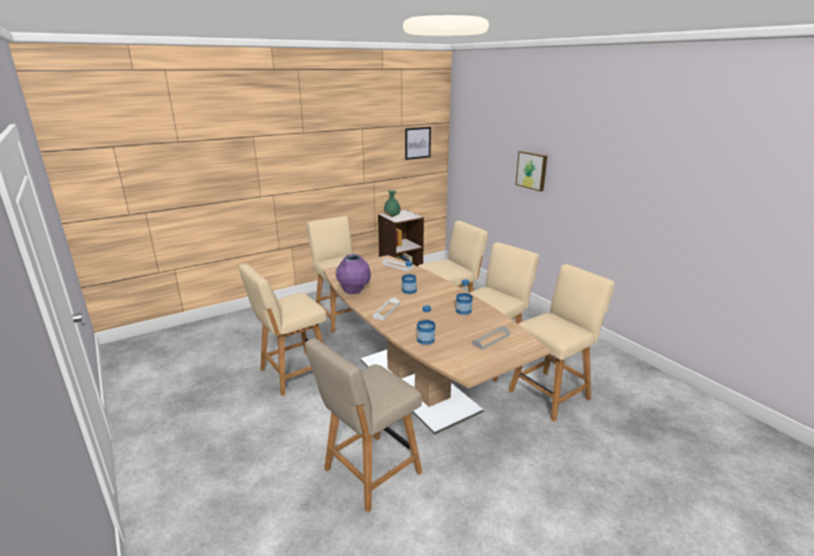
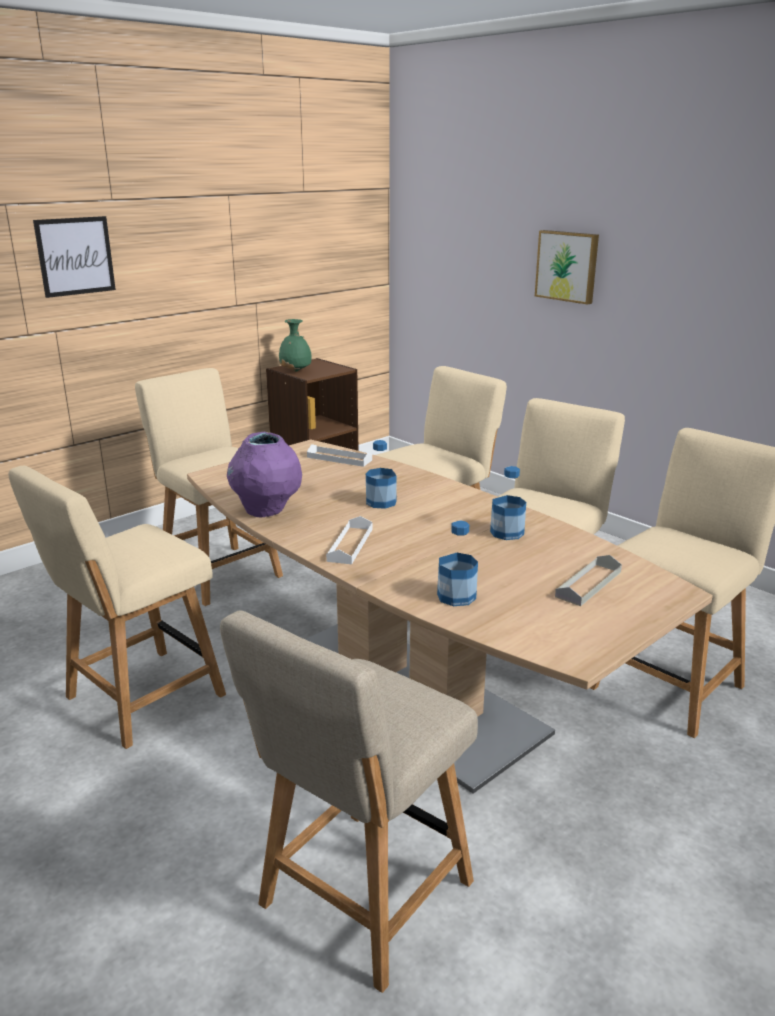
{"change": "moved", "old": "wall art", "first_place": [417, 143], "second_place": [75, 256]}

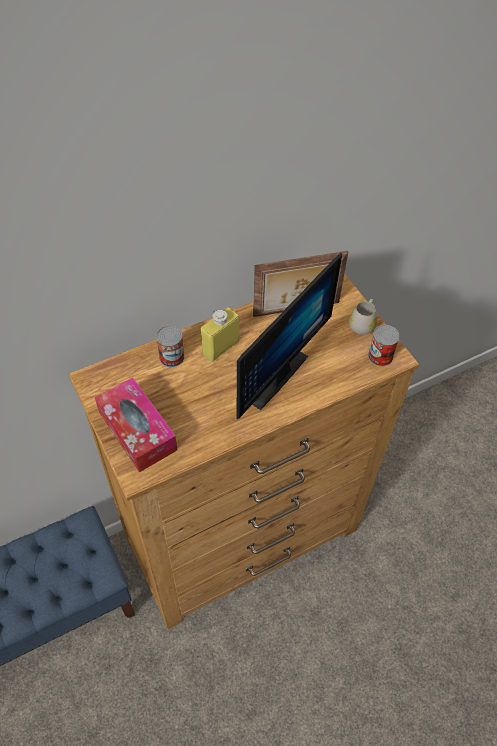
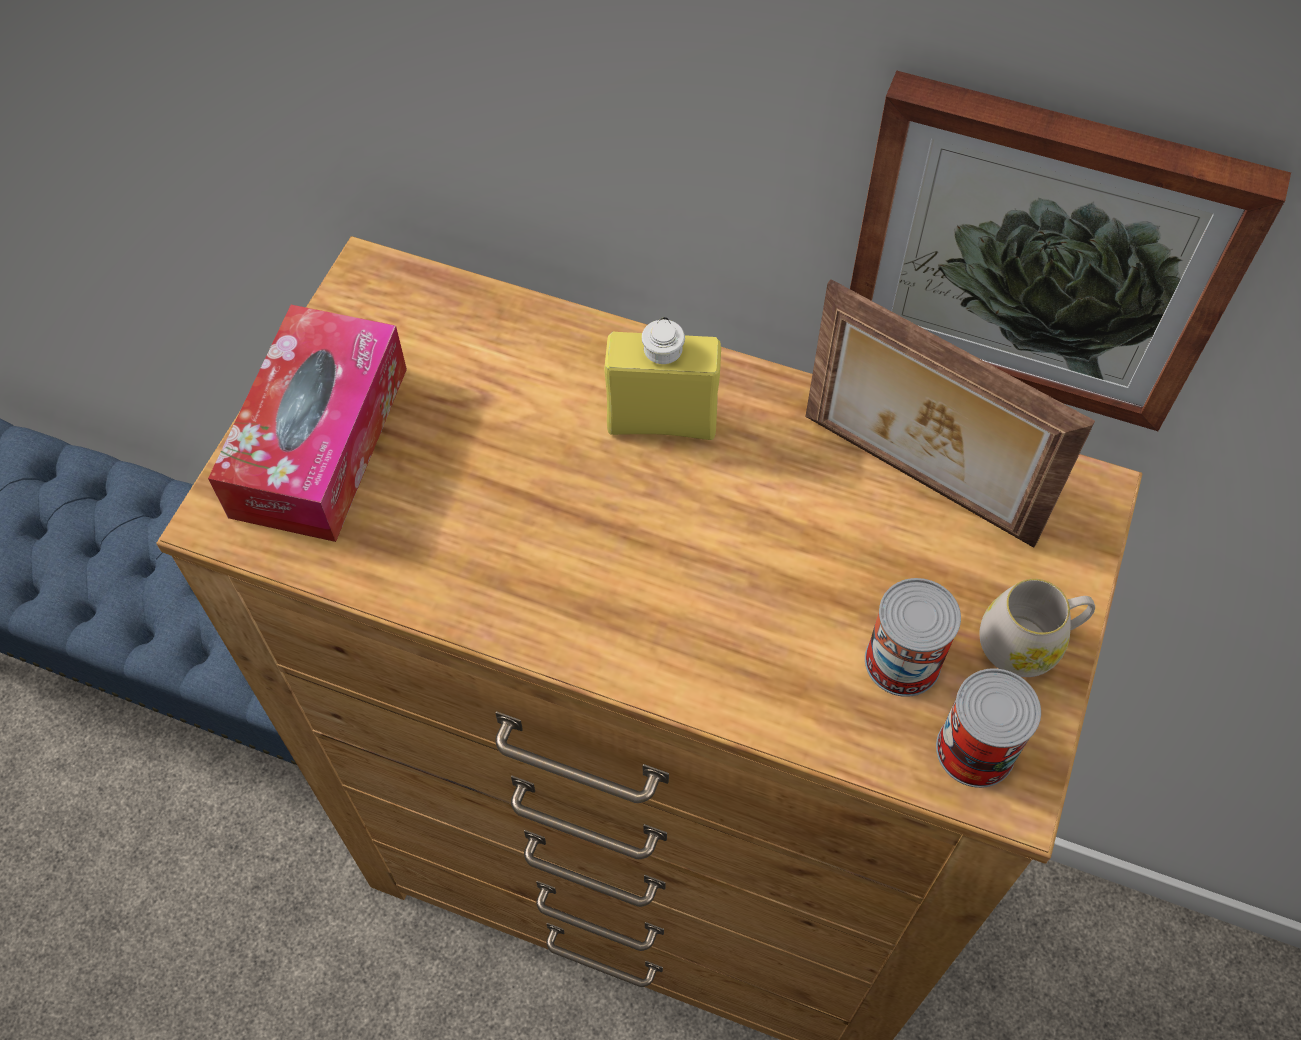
{"change": "moved", "old": "can", "first_place": [171, 357], "second_place": [902, 661]}
{"change": "removed", "old": "computer display", "first_place": [271, 374]}
{"change": "added", "new": "wall art", "second_place": [1041, 252]}

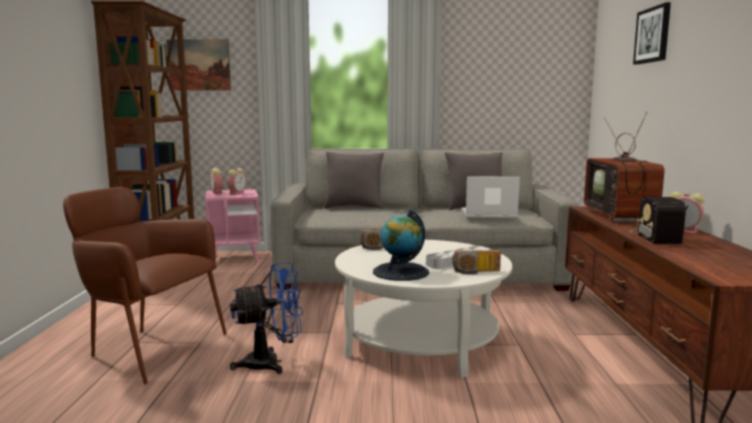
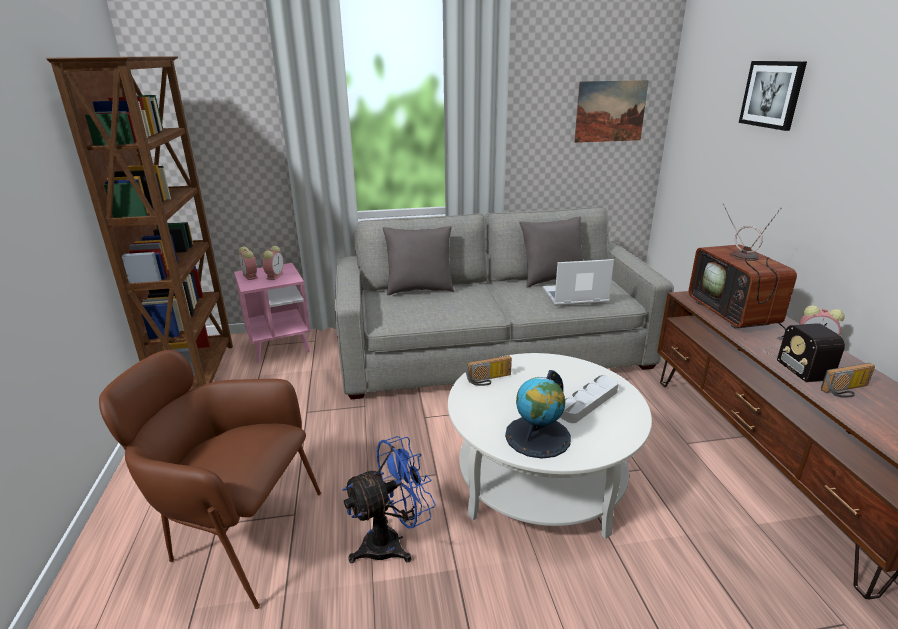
{"change": "moved", "old": "wall art", "first_place": [199, 65], "second_place": [610, 111]}
{"change": "moved", "old": "radio receiver", "first_place": [476, 272], "second_place": [847, 391]}

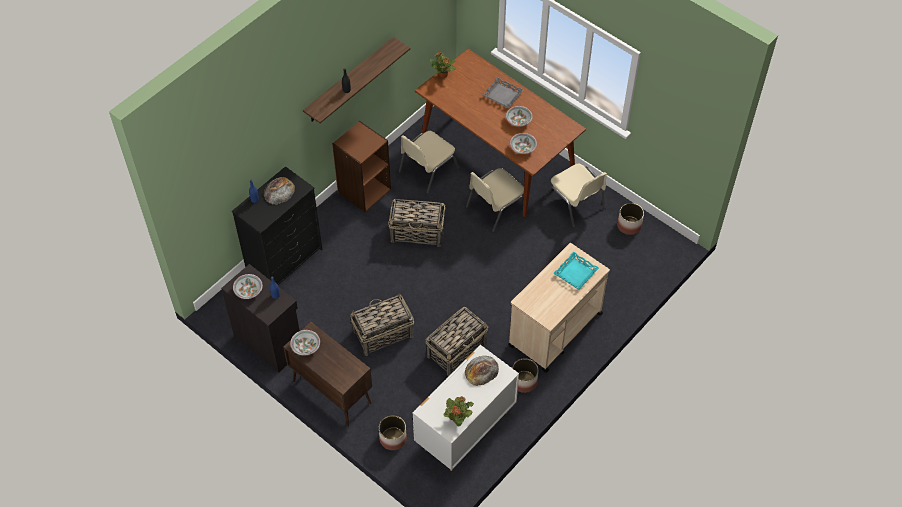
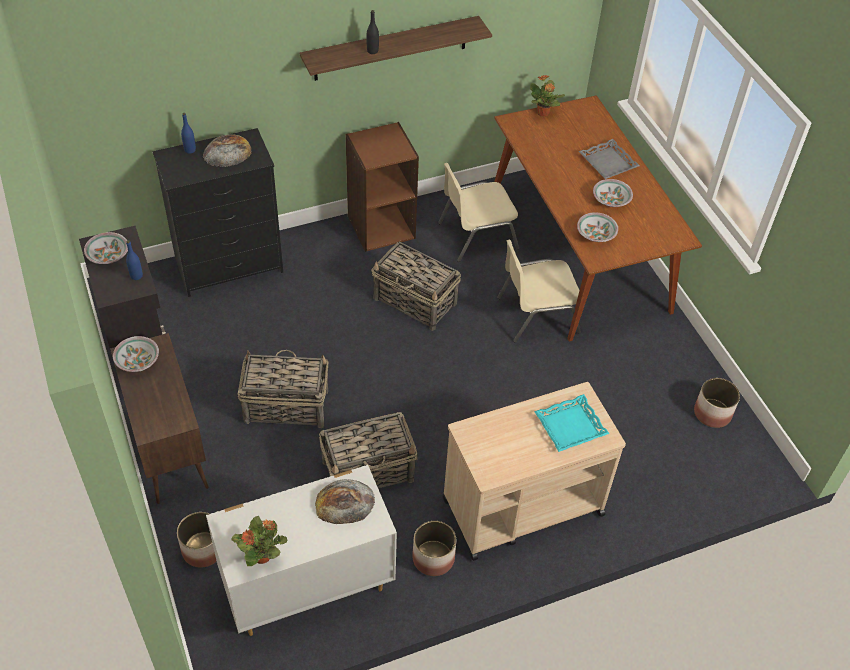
{"change": "removed", "old": "sand-coloured plain chair", "first_place": [575, 204]}

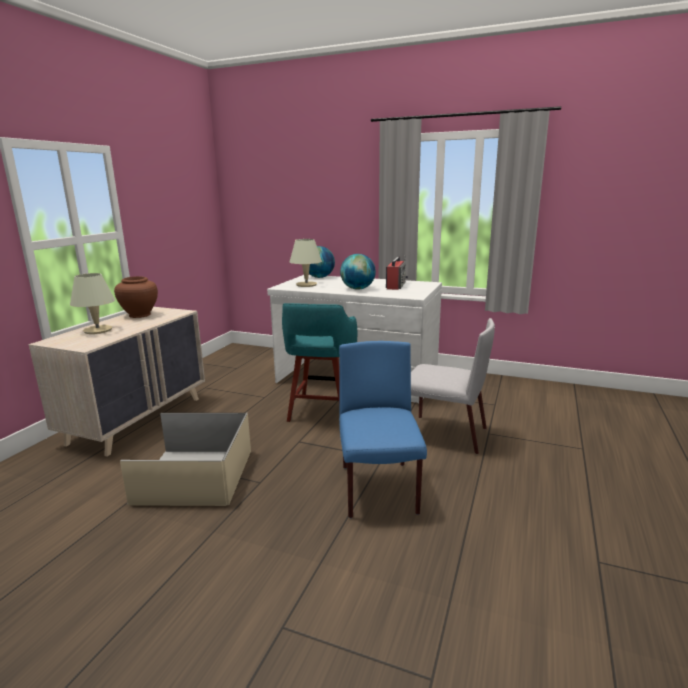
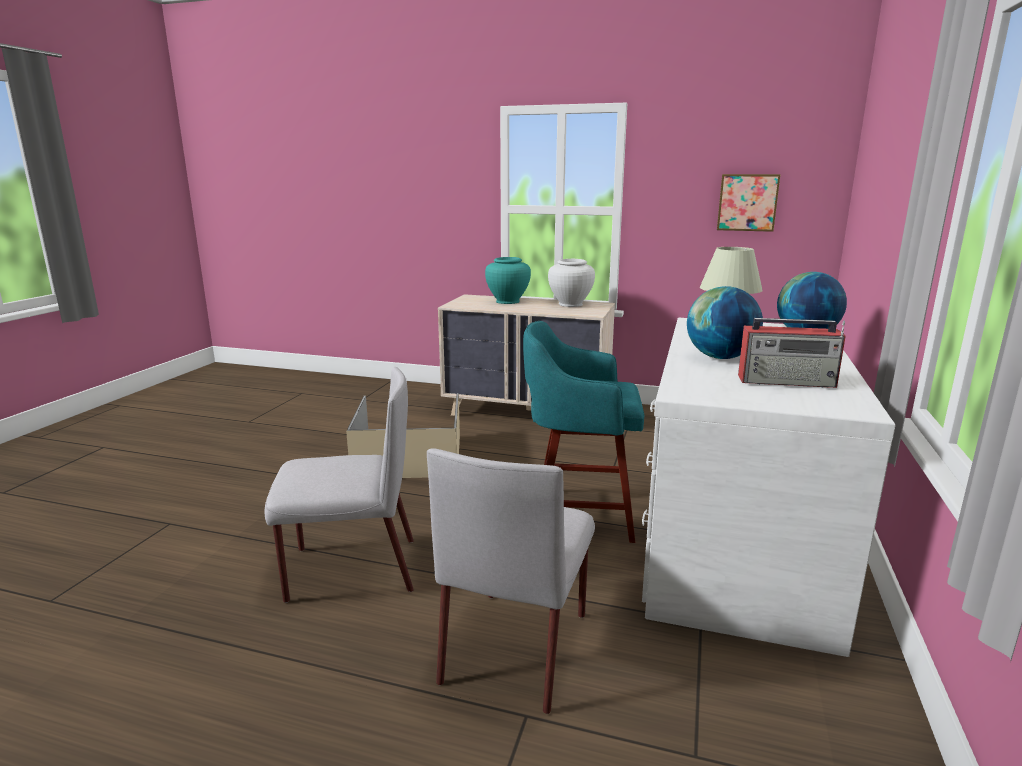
{"change": "replaced", "old": "sand-coloured tabletop lamp", "new": "blue-green flower vase", "first_place": [98, 330], "second_place": [507, 301]}
{"change": "recoloured", "old": "brown flower vase", "new": "white flower vase", "first_place": [140, 315], "second_place": [570, 304]}
{"change": "recoloured", "old": "blue-coloured plain chair", "new": "grey plain chair", "first_place": [379, 490], "second_place": [350, 570]}
{"change": "added", "new": "wall art", "second_place": [747, 202]}

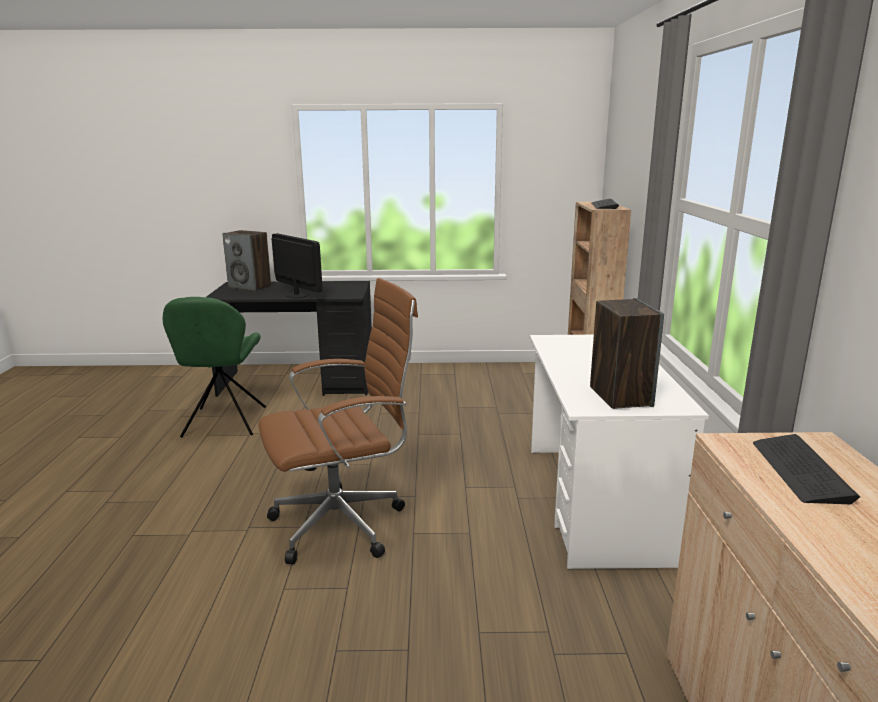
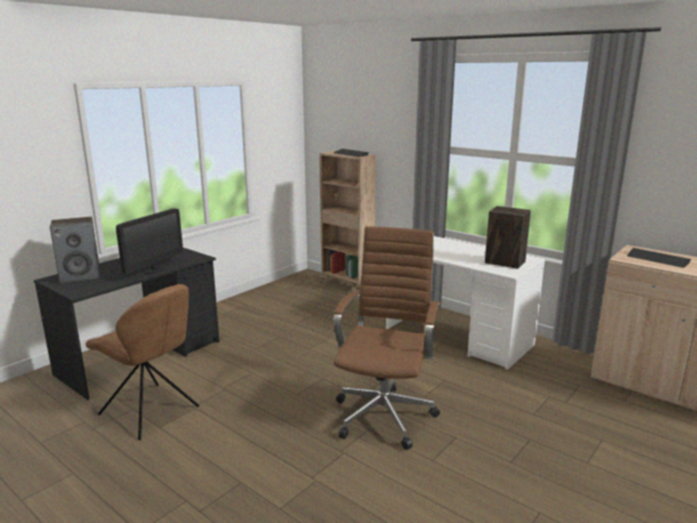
{"change": "recoloured", "old": "green plain chair", "new": "brown plain chair", "first_place": [224, 423], "second_place": [151, 412]}
{"change": "turned", "old": "computer display", "first_place": [296, 295], "second_place": [153, 270], "degrees": 120}

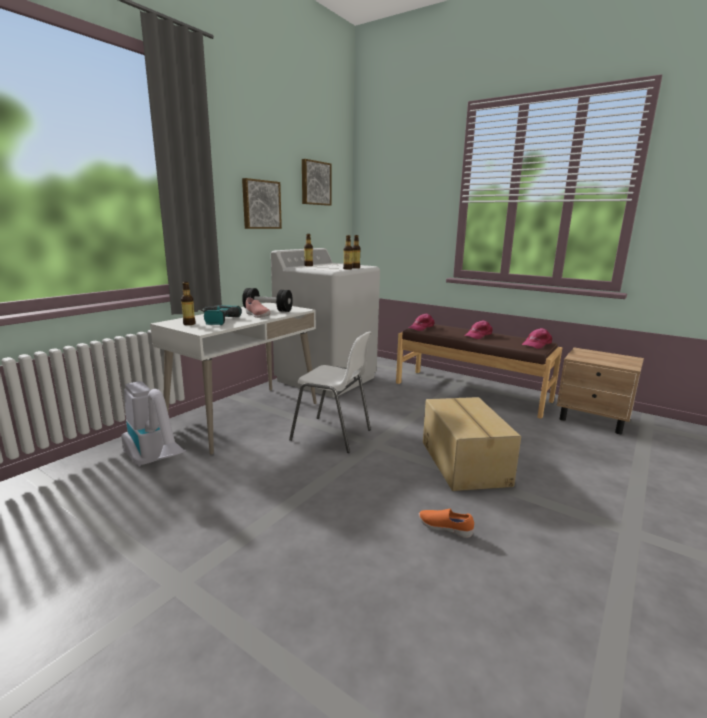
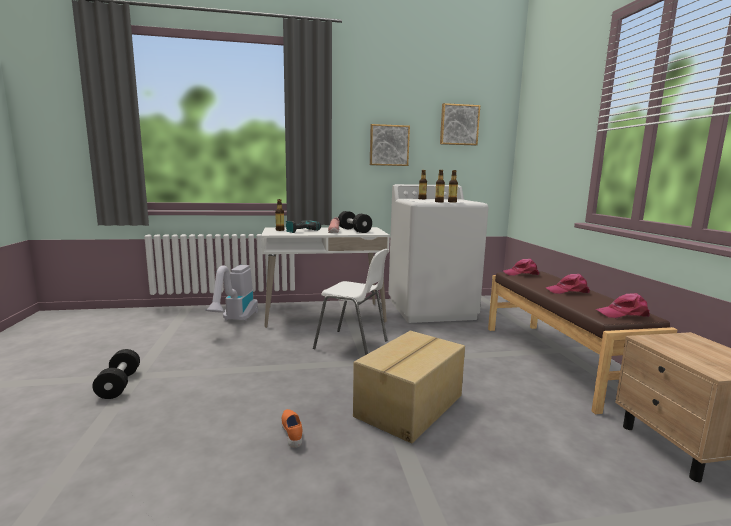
{"change": "turned", "old": "white plain chair", "first_place": [333, 435], "second_place": [353, 345], "degrees": -45}
{"change": "added", "new": "black hand weight", "second_place": [119, 384]}

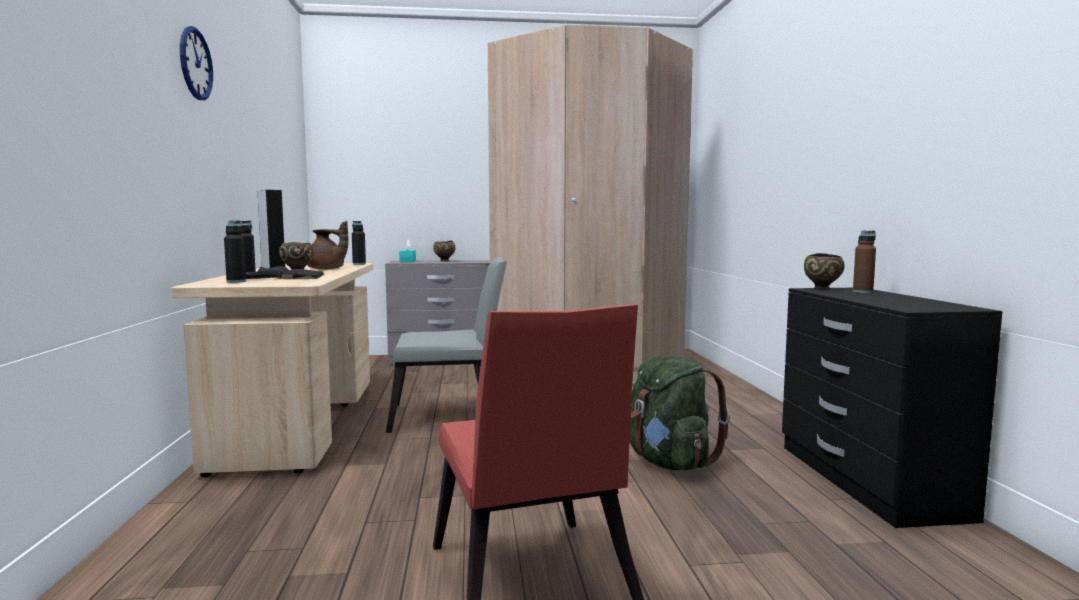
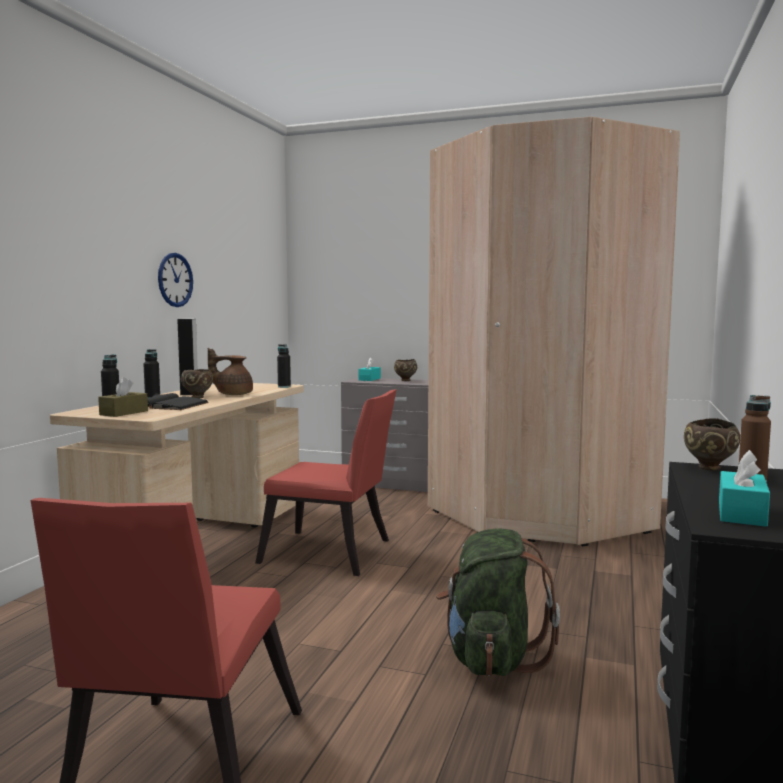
{"change": "moved", "old": "clock on the wall", "first_place": [195, 64], "second_place": [175, 280]}
{"change": "turned", "old": "brown tea pot", "first_place": [327, 269], "second_place": [233, 394], "degrees": 135}
{"change": "recoloured", "old": "grey plain chair", "new": "red-coloured plain chair", "first_place": [451, 416], "second_place": [332, 554]}
{"change": "added", "new": "brown box of tissues", "second_place": [124, 413]}
{"change": "added", "new": "blue-green box of tissues", "second_place": [741, 513]}

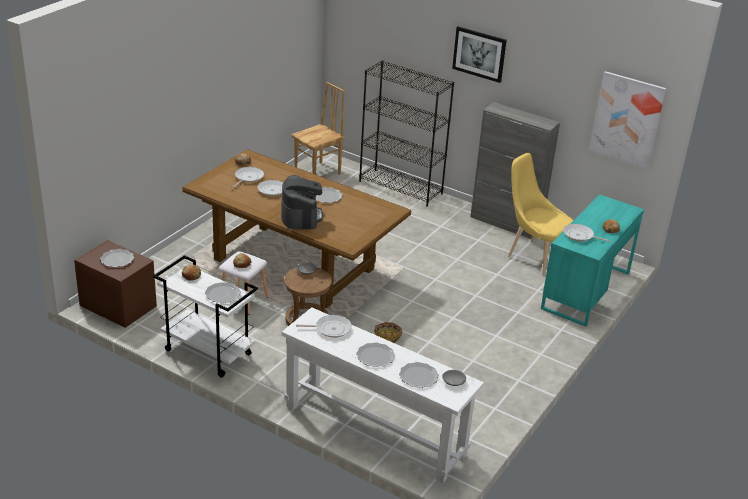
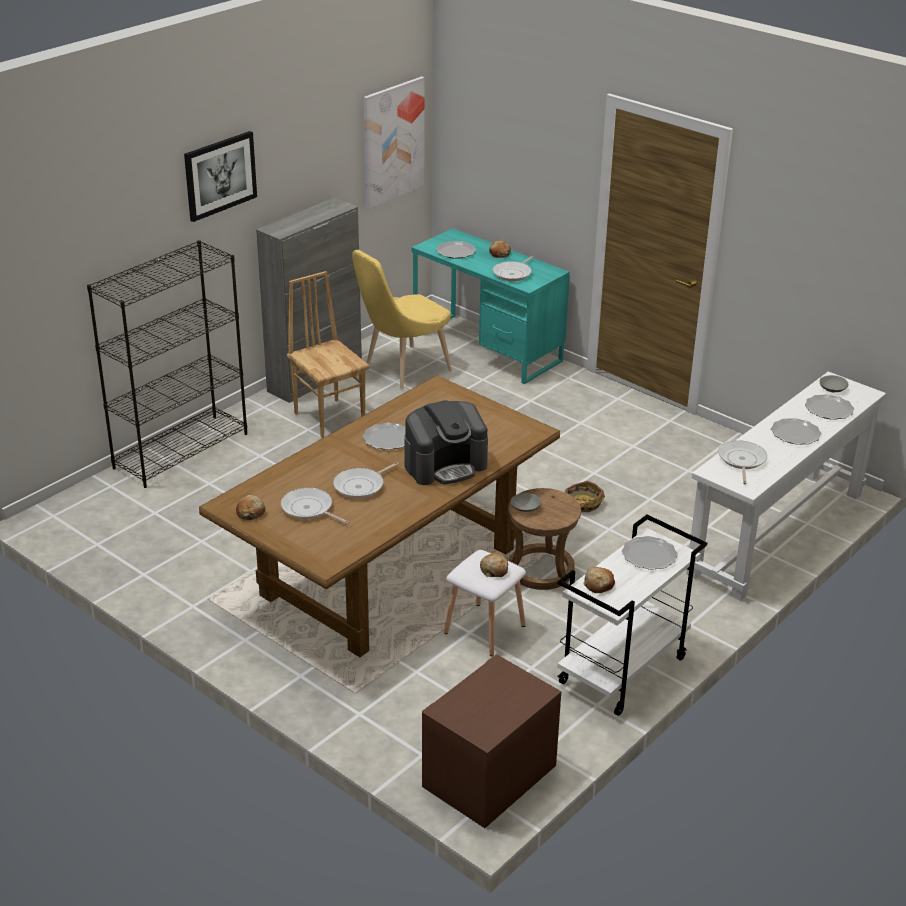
{"change": "moved", "old": "plate", "first_place": [117, 259], "second_place": [455, 252]}
{"change": "turned", "old": "coffee maker", "first_place": [301, 216], "second_place": [445, 465], "degrees": 150}
{"change": "moved", "old": "brown plain chair", "first_place": [318, 173], "second_place": [330, 418]}

